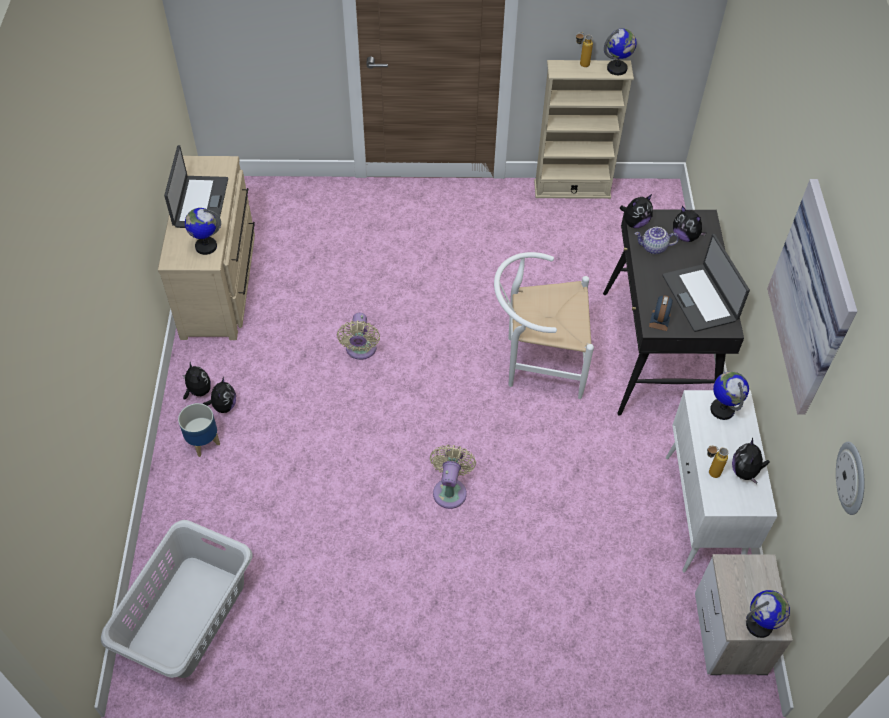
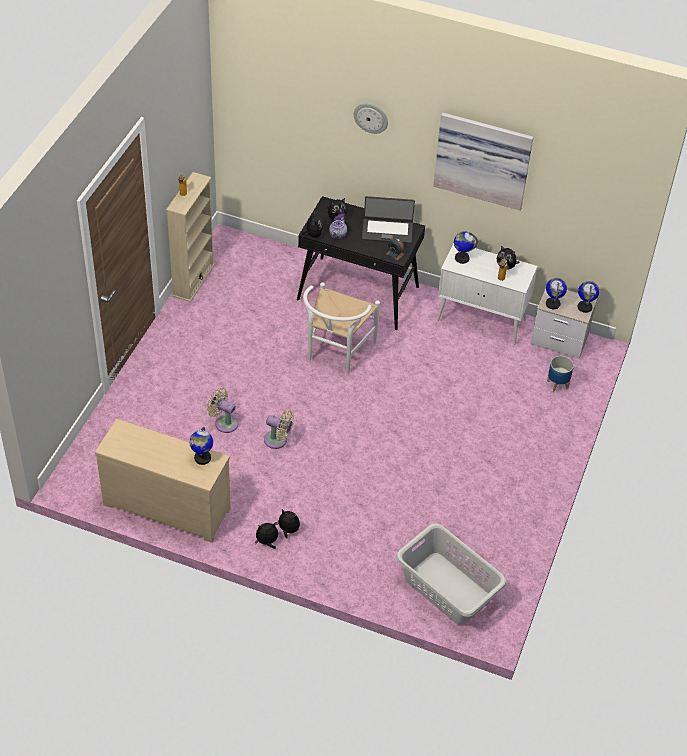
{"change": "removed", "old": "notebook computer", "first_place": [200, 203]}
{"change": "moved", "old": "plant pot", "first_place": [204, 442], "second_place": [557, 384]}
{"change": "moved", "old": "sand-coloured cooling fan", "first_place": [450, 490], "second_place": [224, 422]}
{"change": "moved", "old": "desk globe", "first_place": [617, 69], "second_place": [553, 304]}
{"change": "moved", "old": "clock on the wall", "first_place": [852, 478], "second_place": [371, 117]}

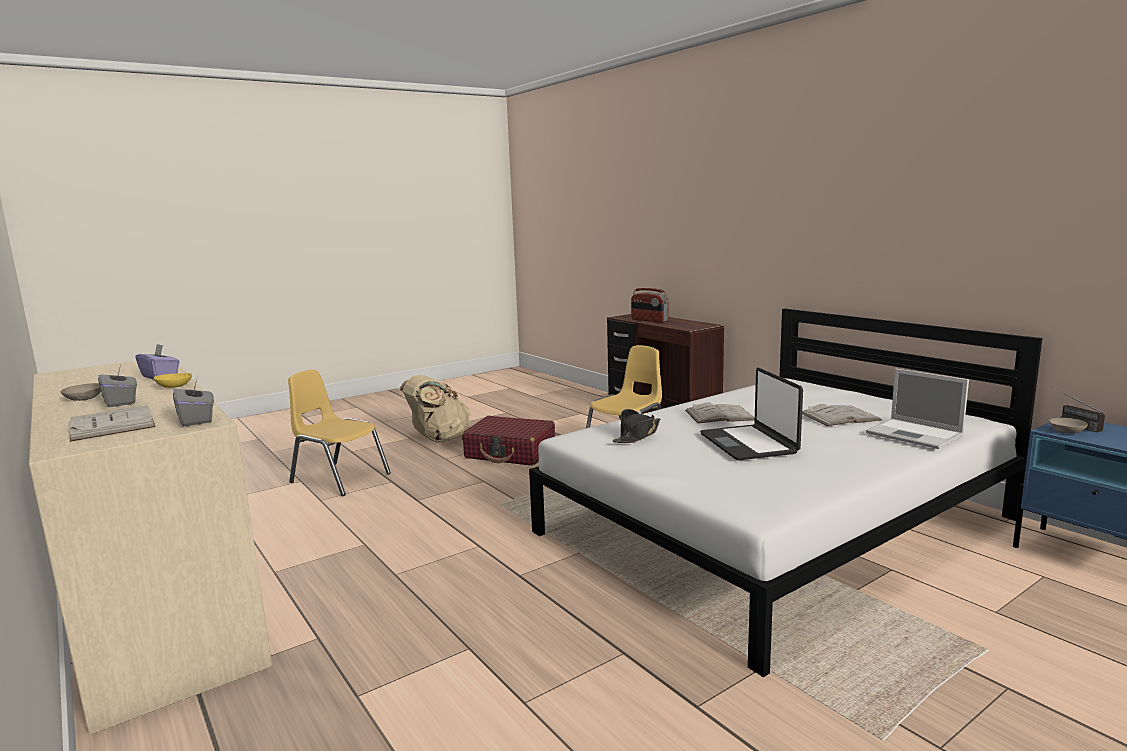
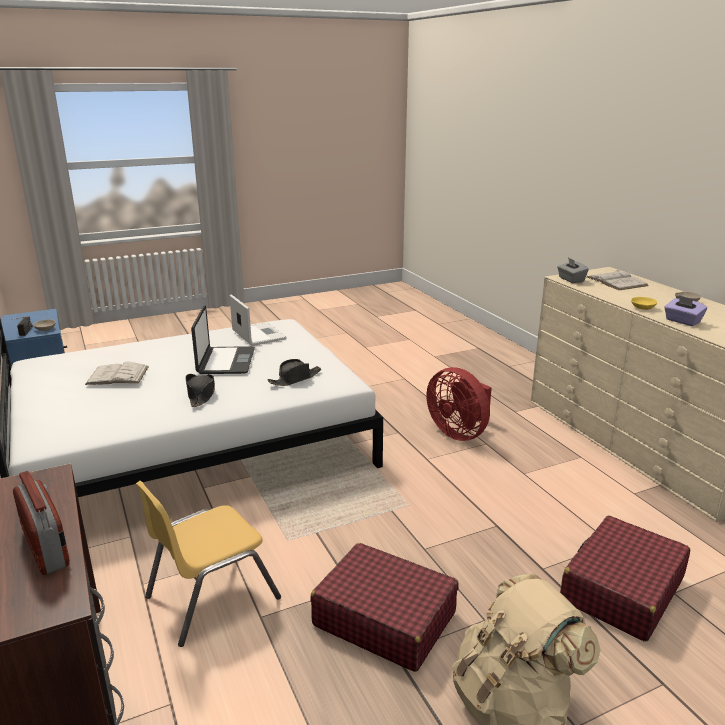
{"change": "removed", "old": "grey box of tissues", "first_place": [121, 402]}
{"change": "replaced", "old": "yellow-coloured plain chair", "new": "red-coloured travel case", "first_place": [339, 478], "second_place": [621, 590]}
{"change": "replaced", "old": "white bound book", "new": "black wearable hat", "first_place": [719, 415], "second_place": [201, 395]}
{"change": "moved", "old": "notebook computer", "first_place": [916, 434], "second_place": [258, 334]}
{"change": "added", "new": "red-coloured cooling fan", "second_place": [459, 432]}

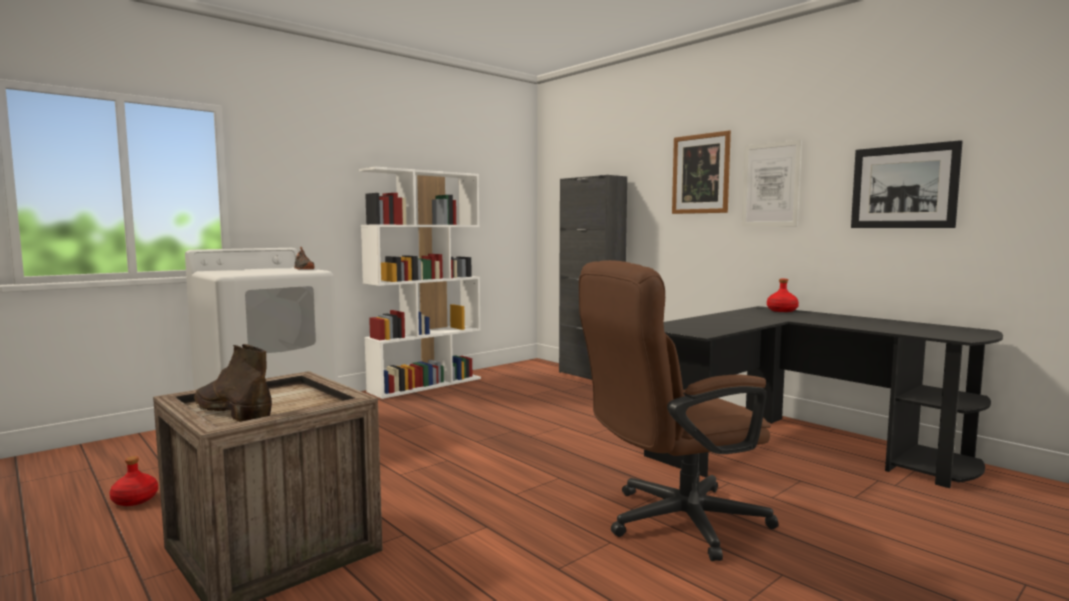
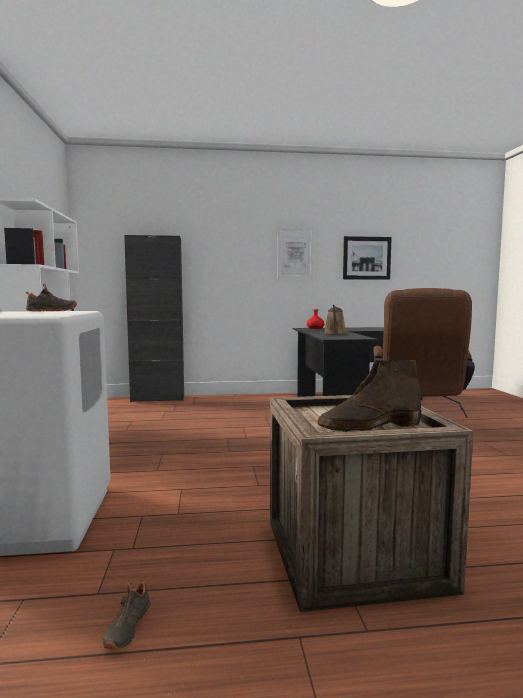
{"change": "replaced", "old": "red-coloured beverage bottle", "new": "black item of footwear", "first_place": [135, 500], "second_place": [126, 627]}
{"change": "removed", "old": "wall art", "first_place": [700, 174]}
{"change": "added", "new": "brown watering can", "second_place": [335, 333]}

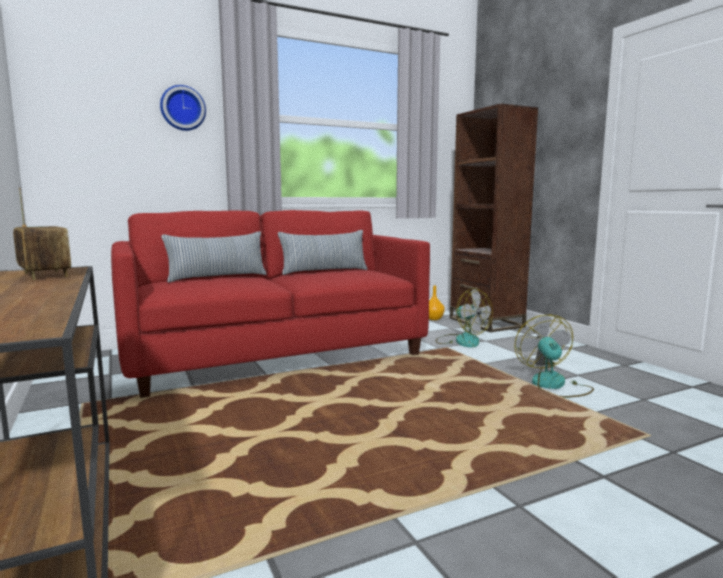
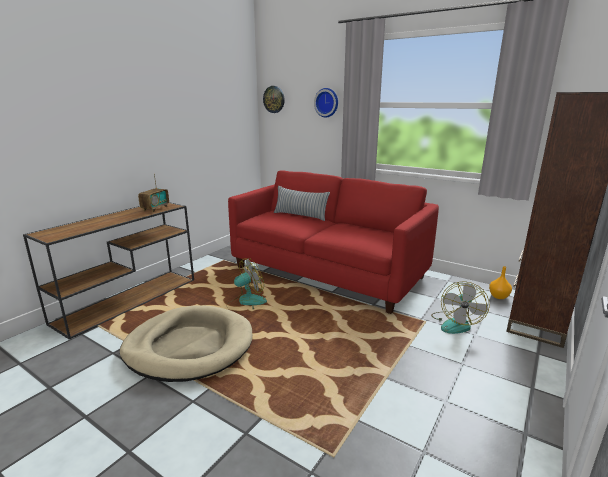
{"change": "removed", "old": "cushion", "first_place": [324, 271]}
{"change": "moved", "old": "cooling fan", "first_place": [554, 385], "second_place": [246, 303]}
{"change": "added", "new": "sand-coloured dog bed", "second_place": [189, 346]}
{"change": "added", "new": "clock on the wall", "second_place": [274, 99]}

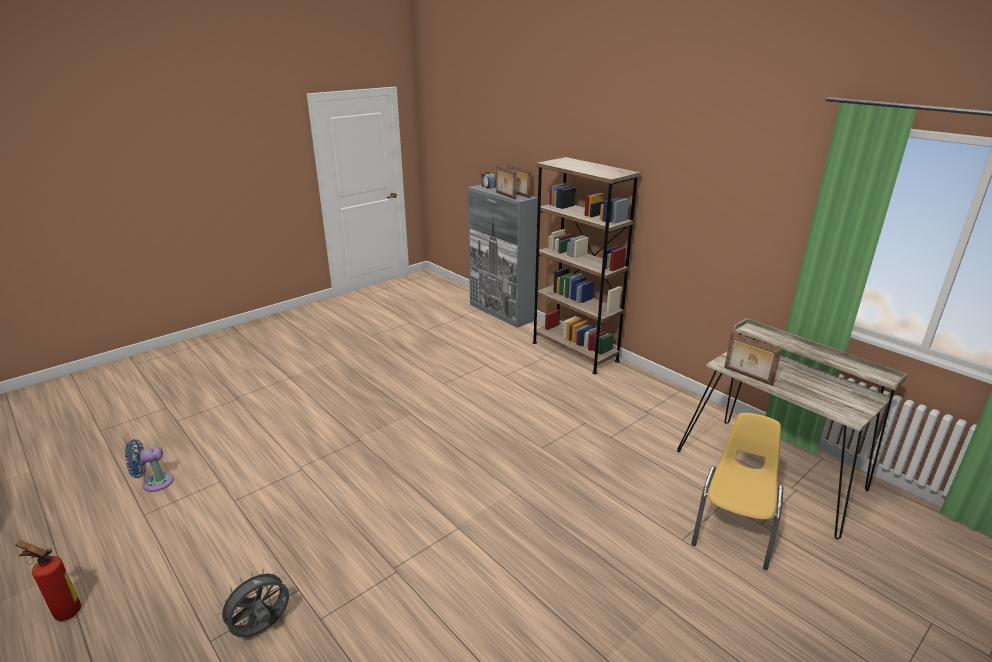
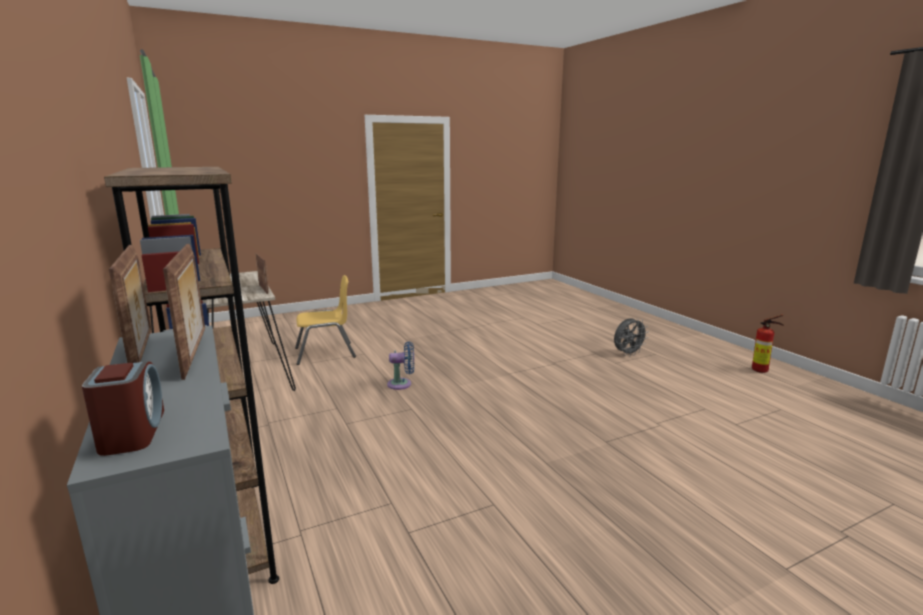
{"change": "moved", "old": "blue-coloured cooling fan", "first_place": [154, 483], "second_place": [402, 384]}
{"change": "turned", "old": "yellow-coloured plain chair", "first_place": [734, 529], "second_place": [325, 353], "degrees": -150}

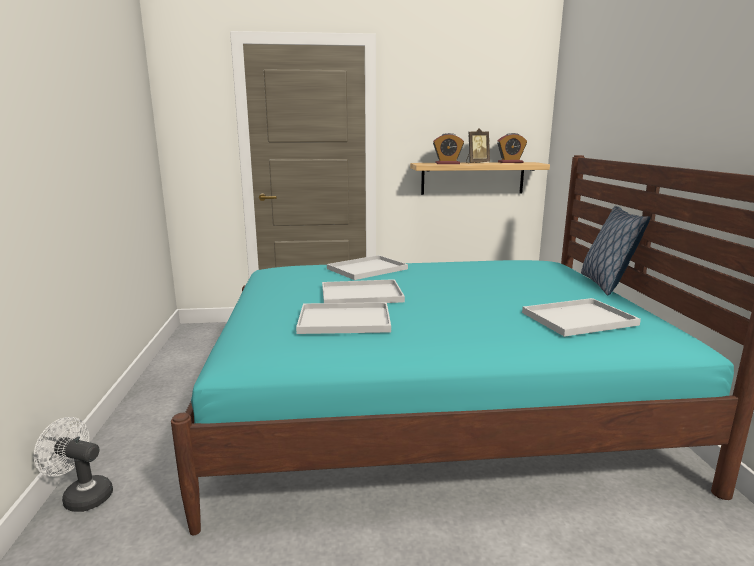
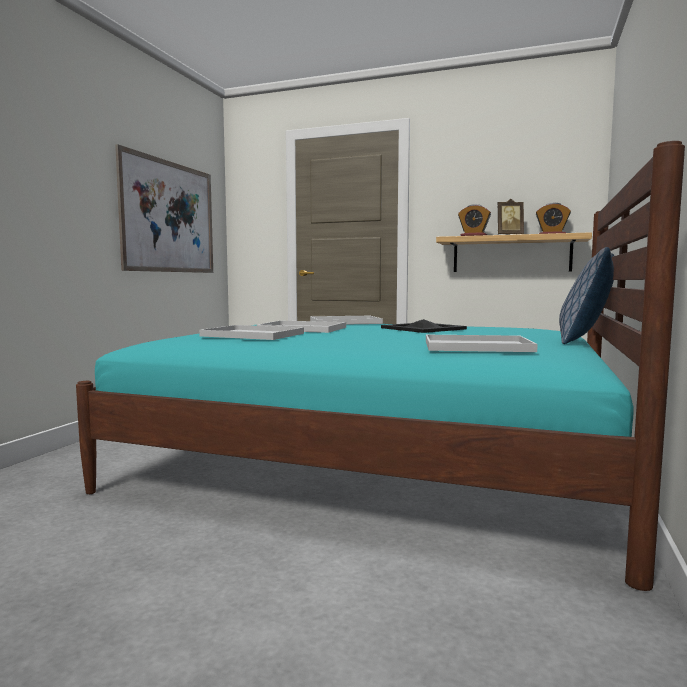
{"change": "removed", "old": "white cooling fan", "first_place": [82, 496]}
{"change": "added", "new": "wall art", "second_place": [169, 217]}
{"change": "added", "new": "black serving tray", "second_place": [423, 328]}

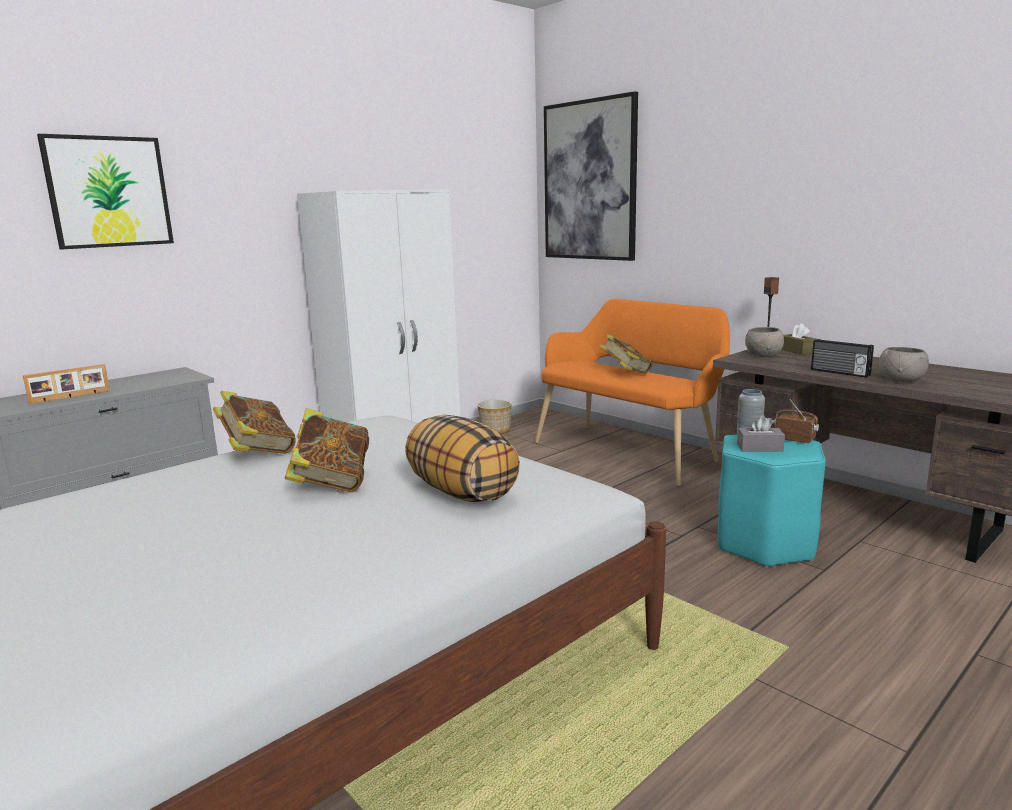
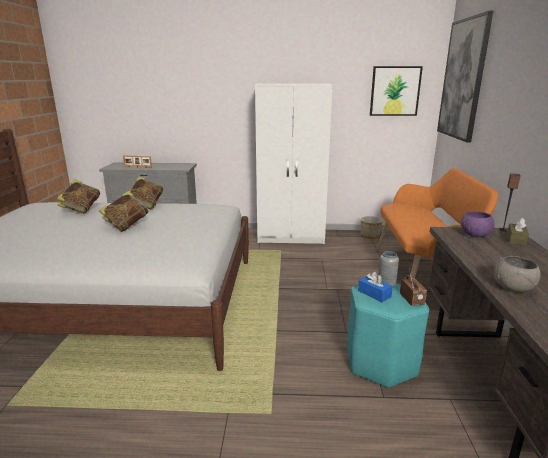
{"change": "moved", "old": "wall art", "first_place": [108, 192], "second_place": [395, 91]}
{"change": "removed", "old": "cushion", "first_place": [461, 492]}
{"change": "moved", "old": "bound book", "first_place": [625, 373], "second_place": [81, 210]}
{"change": "recoloured", "old": "grey box of tissues", "new": "blue-coloured box of tissues", "first_place": [759, 448], "second_place": [374, 294]}
{"change": "recoloured", "old": "grey deep dish", "new": "purple deep dish", "first_place": [763, 355], "second_place": [475, 235]}
{"change": "removed", "old": "radio receiver", "first_place": [839, 372]}

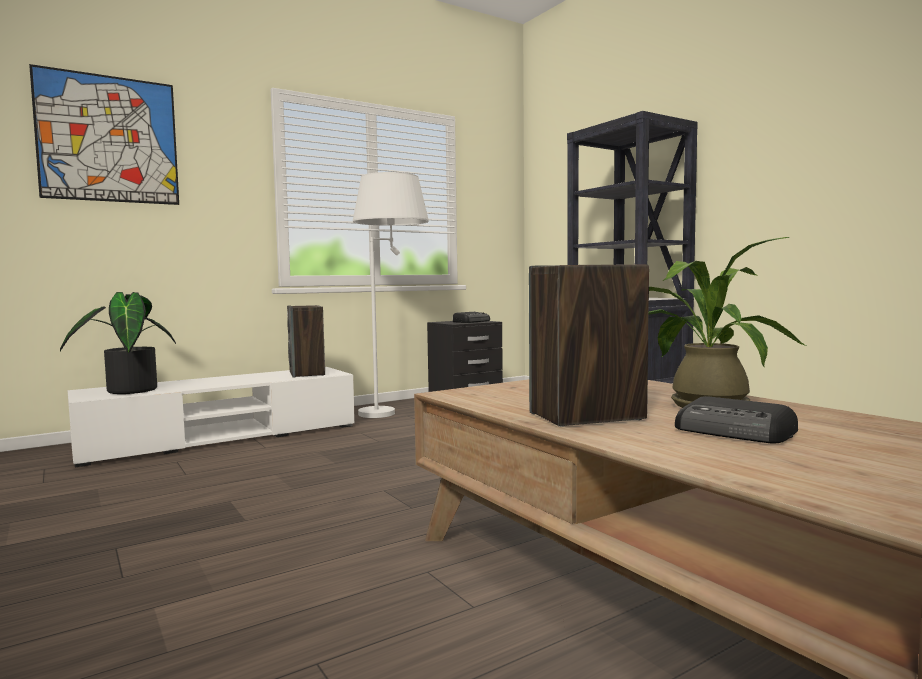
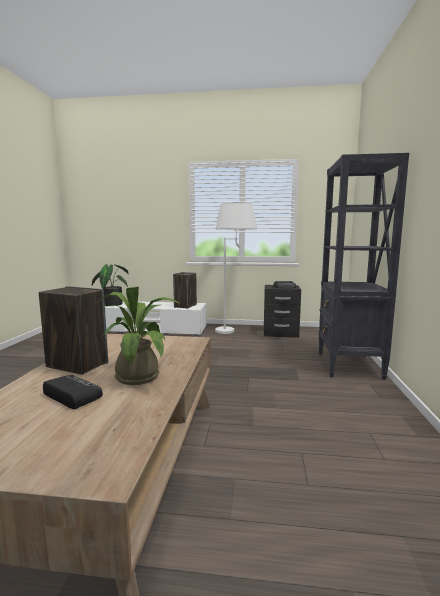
{"change": "removed", "old": "wall art", "first_place": [108, 139]}
{"change": "turned", "old": "radio receiver", "first_place": [735, 432], "second_place": [72, 395], "degrees": 135}

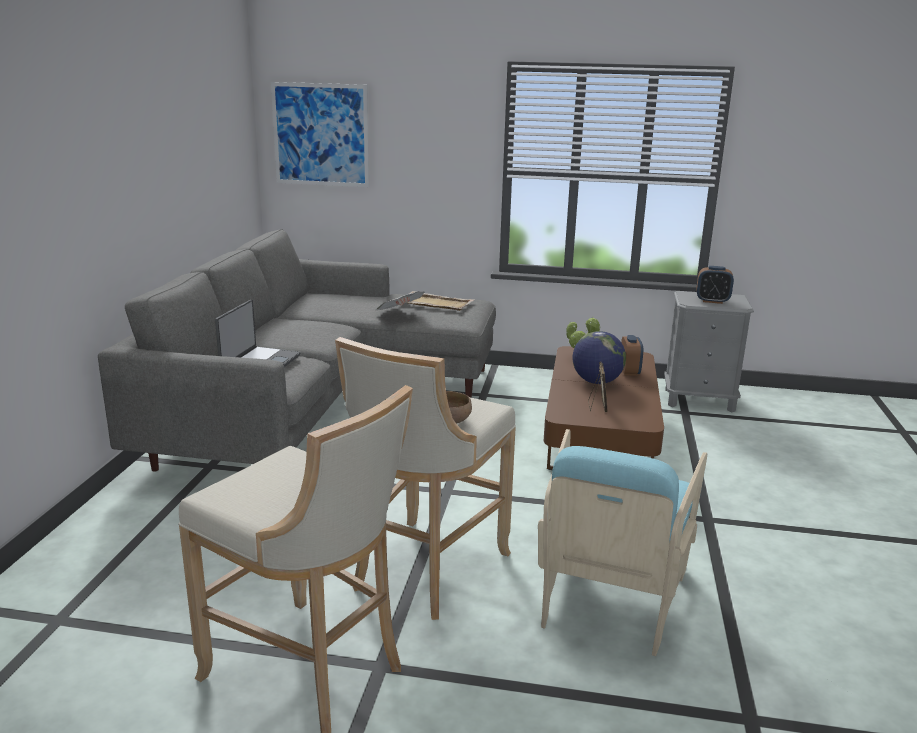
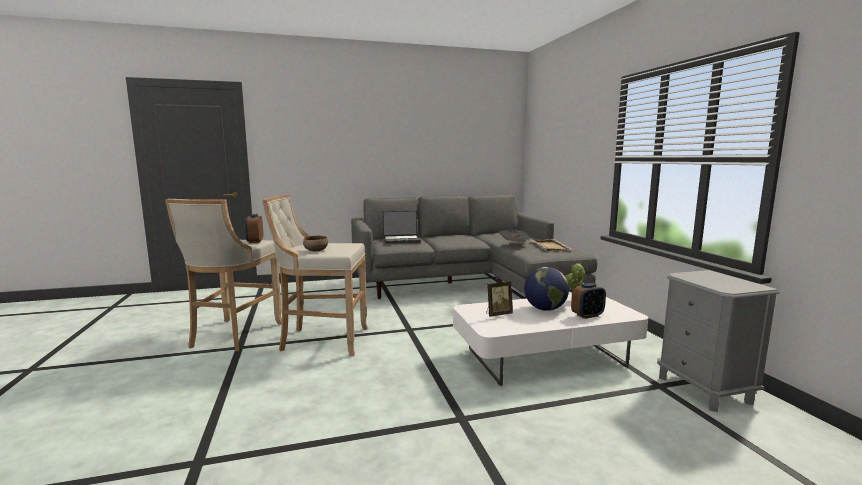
{"change": "removed", "old": "wall art", "first_place": [321, 135]}
{"change": "removed", "old": "blue-green easy chair", "first_place": [611, 594]}
{"change": "recoloured", "old": "brown low table", "new": "white low table", "first_place": [599, 437], "second_place": [545, 358]}
{"change": "moved", "old": "bedside clock", "first_place": [712, 301], "second_place": [255, 241]}

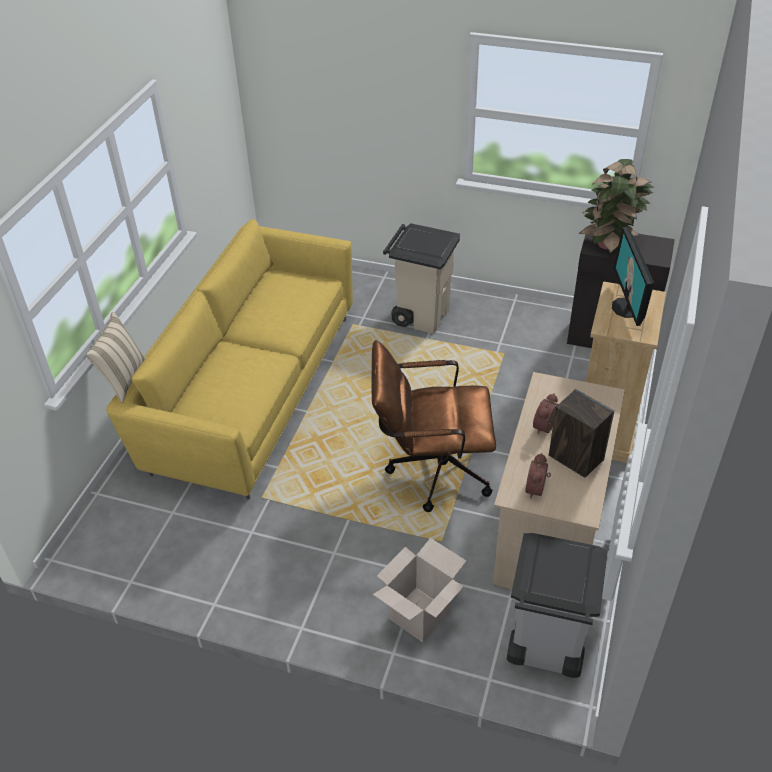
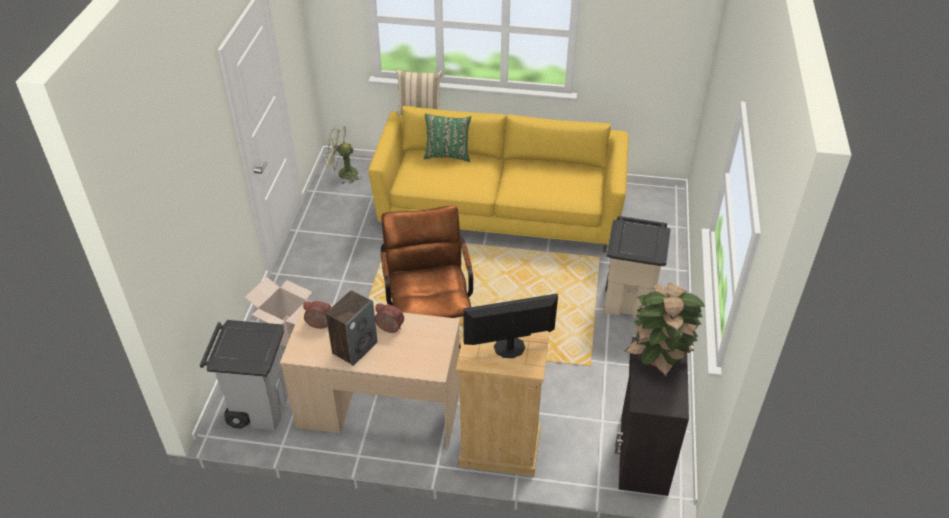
{"change": "added", "new": "green cooling fan", "second_place": [343, 173]}
{"change": "added", "new": "green cushion", "second_place": [447, 155]}

